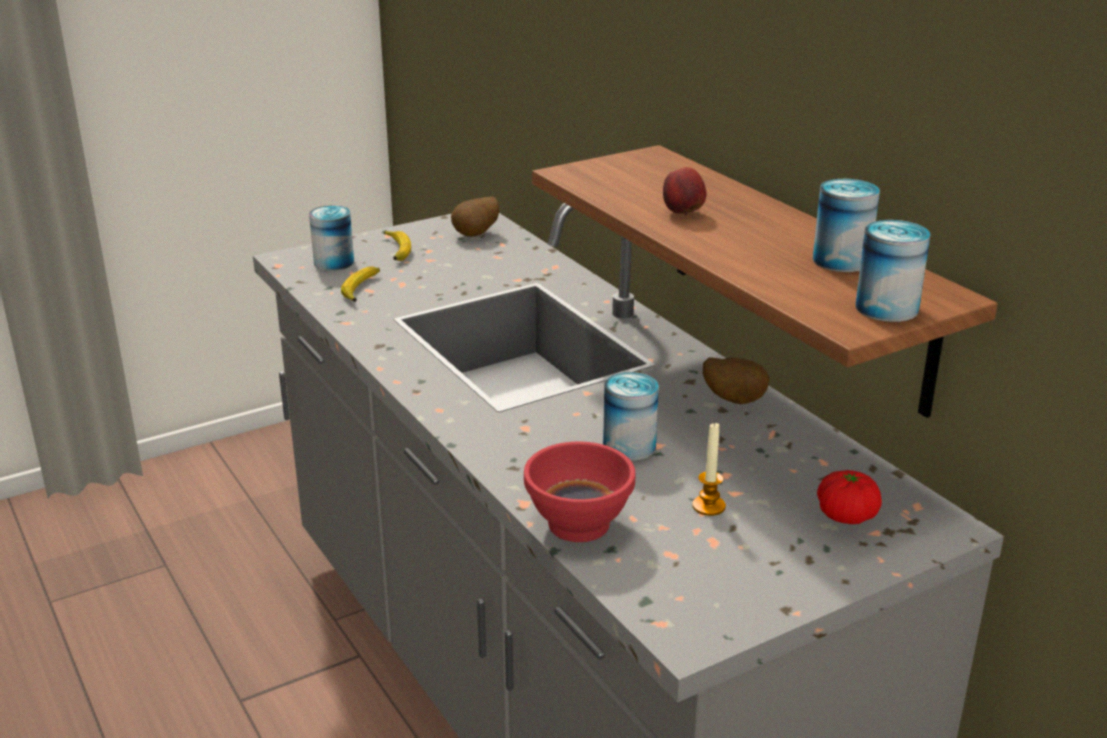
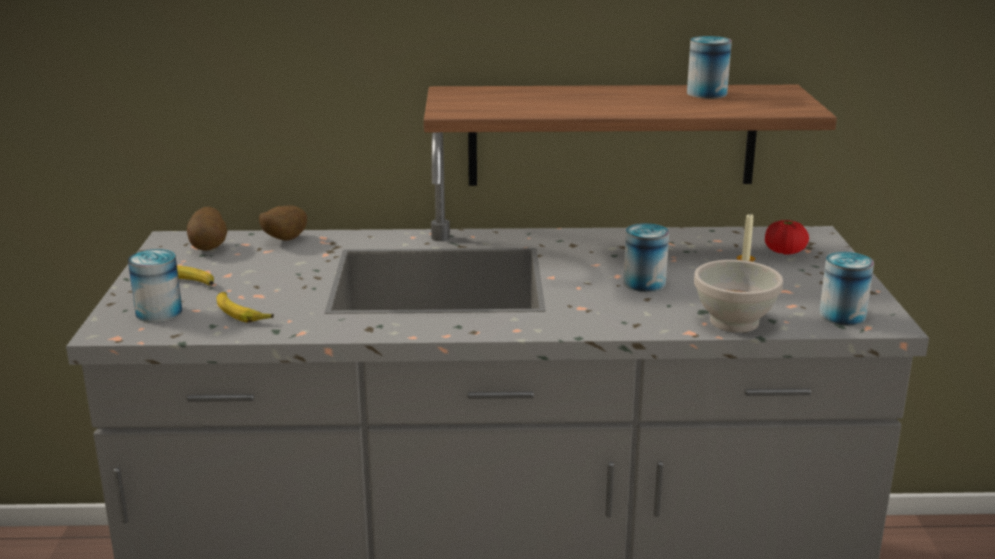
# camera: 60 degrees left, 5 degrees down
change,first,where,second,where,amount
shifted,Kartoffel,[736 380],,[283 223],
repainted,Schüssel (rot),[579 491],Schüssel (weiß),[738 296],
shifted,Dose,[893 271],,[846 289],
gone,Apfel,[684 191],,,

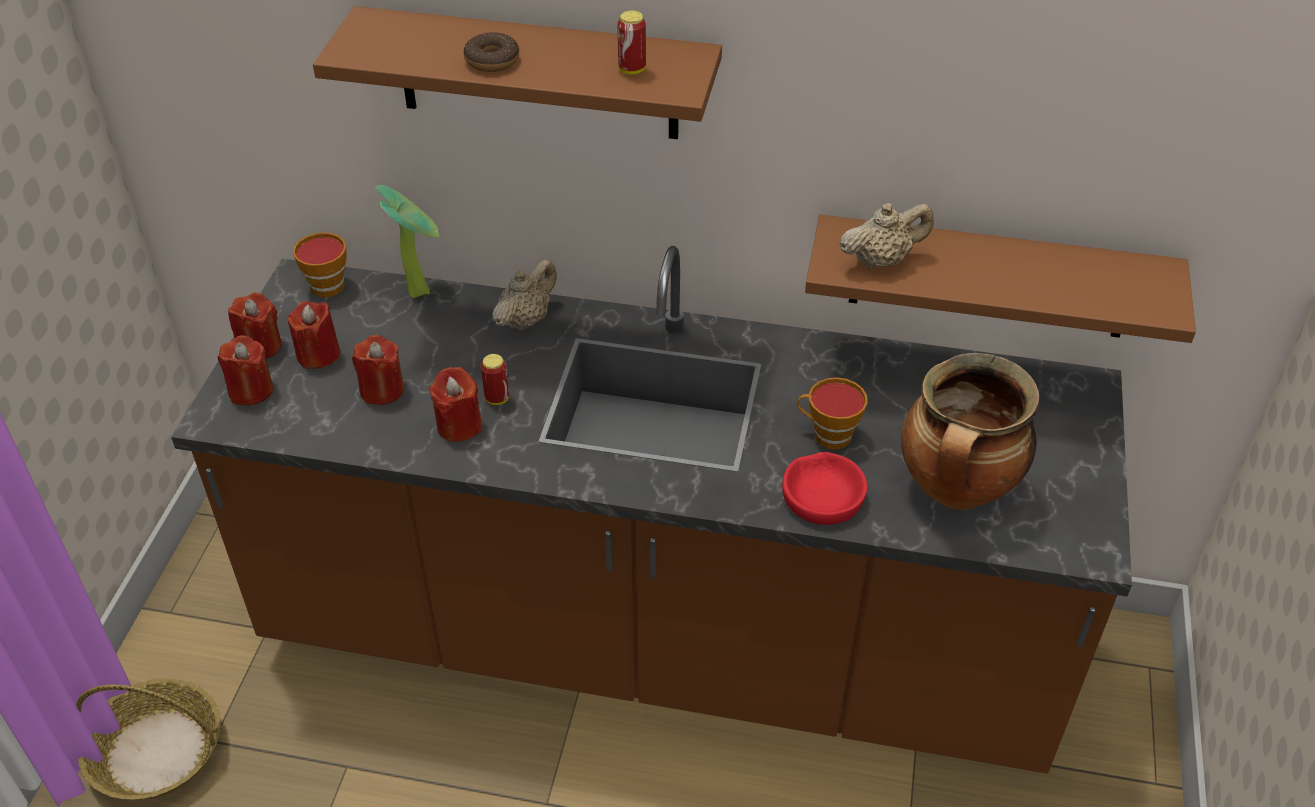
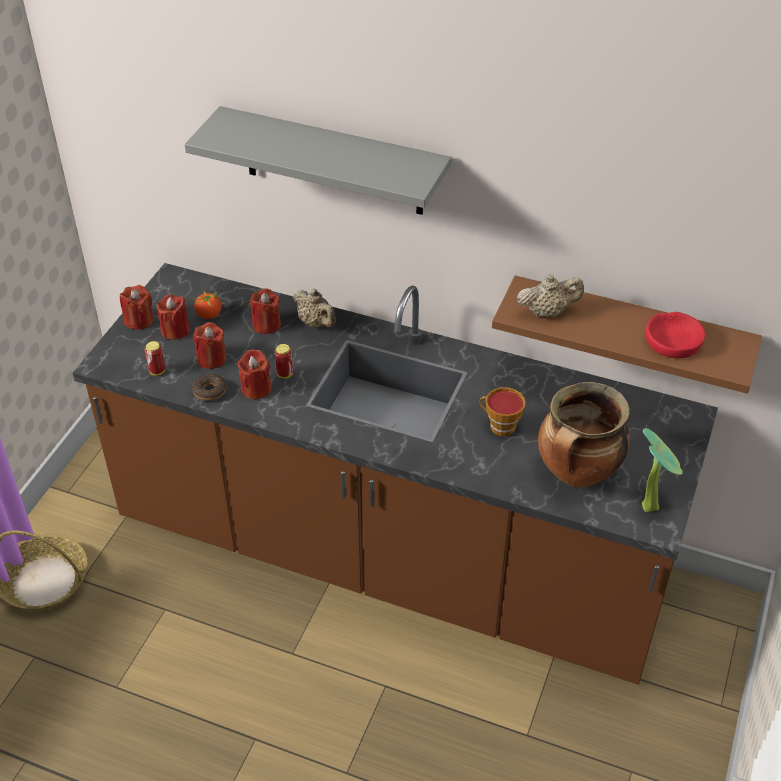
# camera: 10 degrees right, 0 degrees up
change,first,where,second,where,amount
shifted,Dose,[631 42],,[155 358],
repainted,Wandregal (braun),[517 72],Wandregal (grau),[318 160],
new,,,Tomate,[206 304],
shifted,Donut,[491 52],,[209 387],
shifted,Kerze (rot),[245 370],,[265 311],
rotated,Teekanne (beige),[525 295],,[314 308],90 degrees clockwise
shifted,Topfpflanze,[407 241],,[662 470],
shifted,Schüssel (rot),[824 488],,[675 335],
gone,Tasse,[319 264],,,

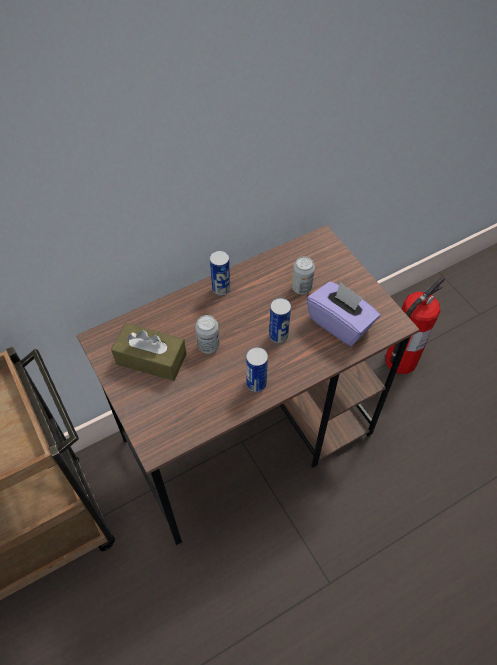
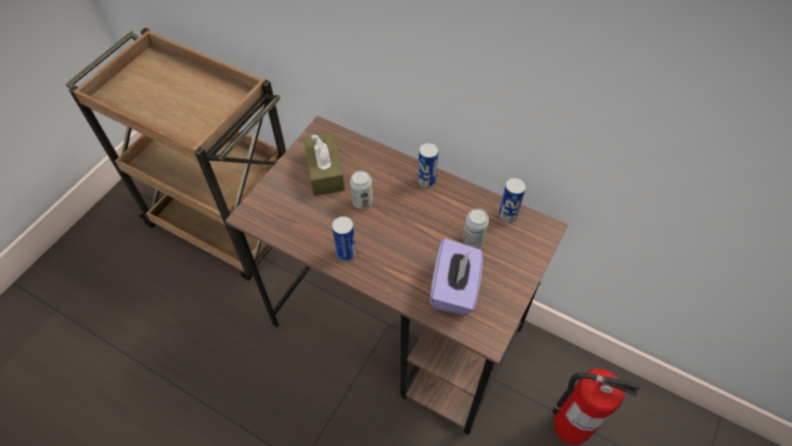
# camera: 60 degrees right, 0 degrees up
change,first,where,second,where,amount
shifted,Dose,[280 320],,[512 200],

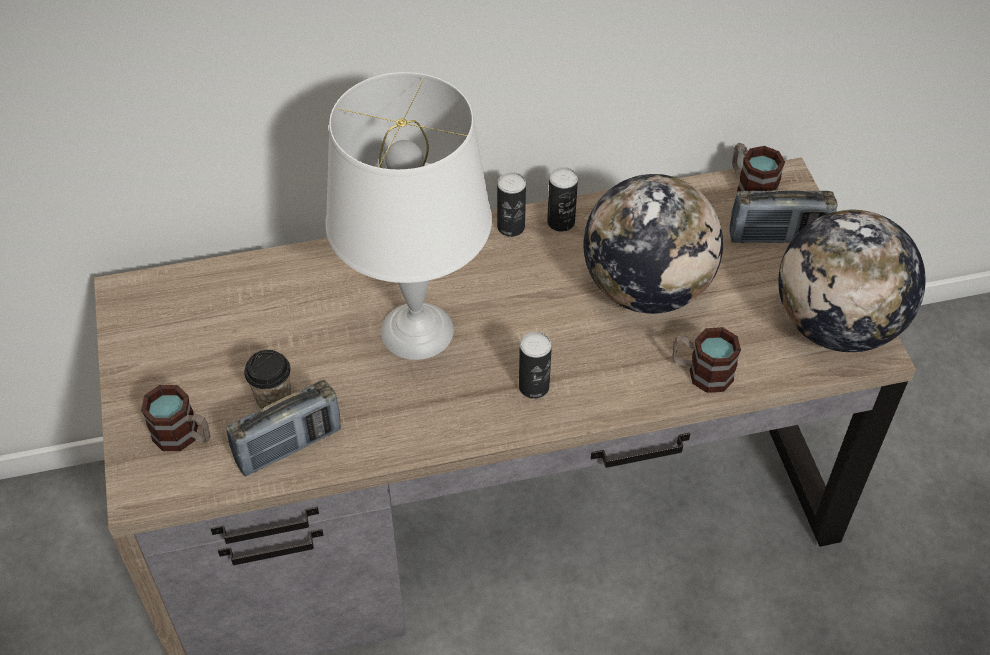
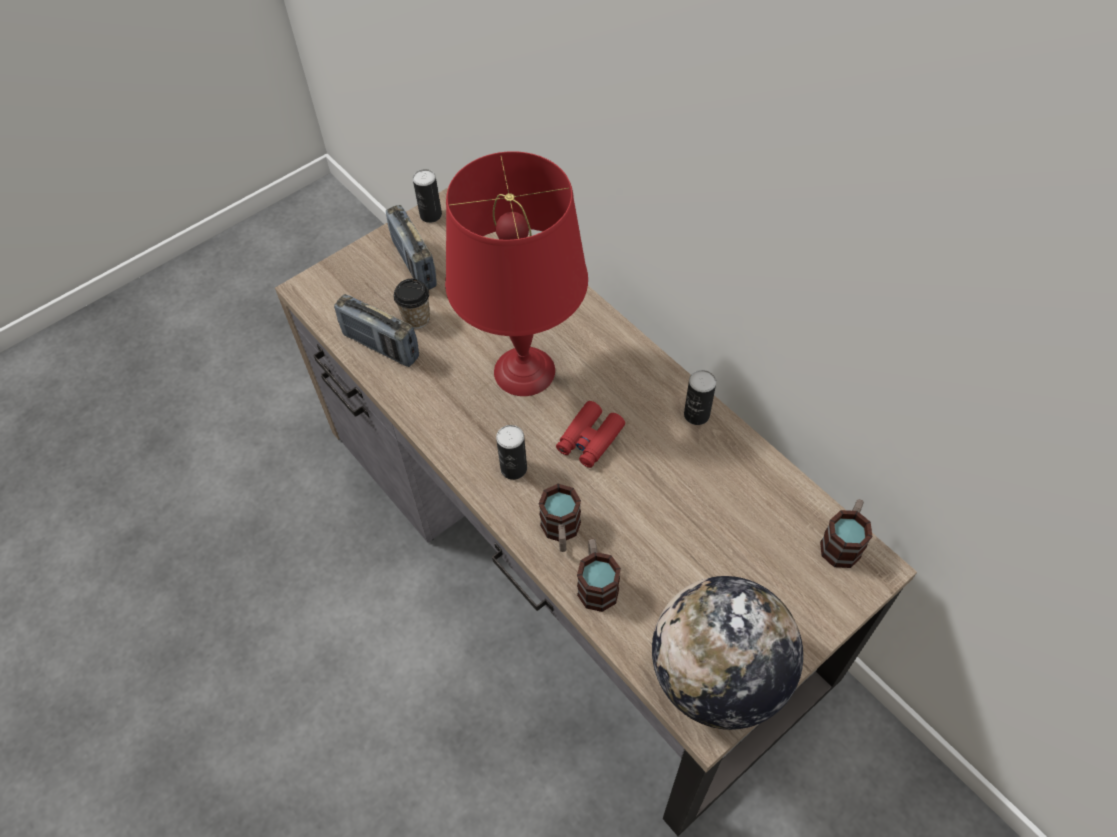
# camera: 65 degrees right, 5 degrees up
change,first,where,second,where,amount
shifted,Radio,[783 216],,[411 247],
shifted,Dose,[511 204],,[427 196],
repainted,Tischlampe (weiß),[408 216],Tischlampe (rot),[516 273],
shifted,Henkelbecher,[175 418],,[560 518],
new,,,Fernglas (rot),[590 434],
gone,Globus,[653 244],,,

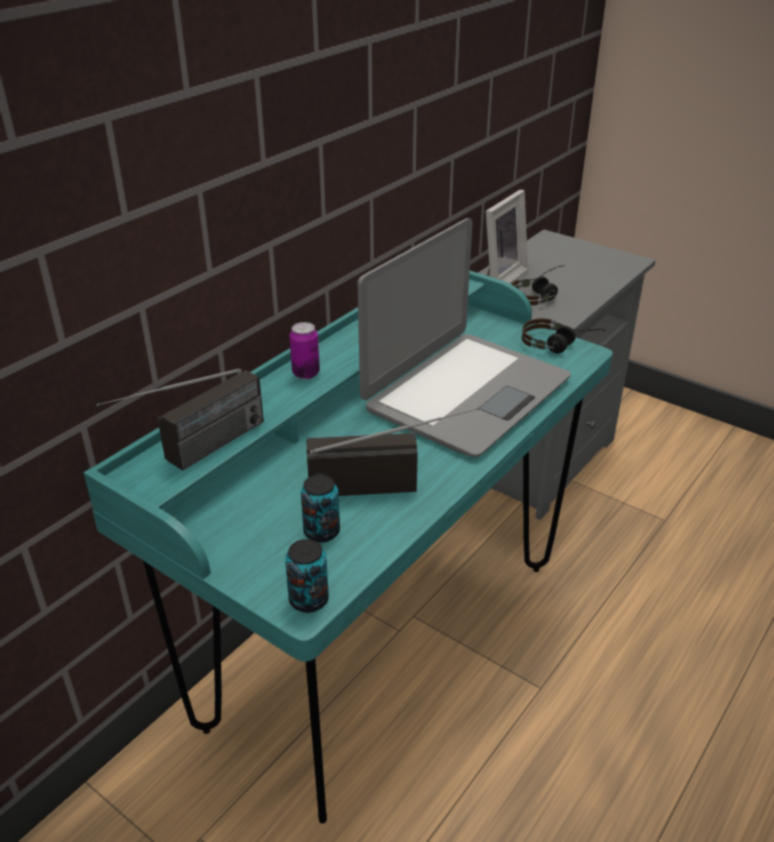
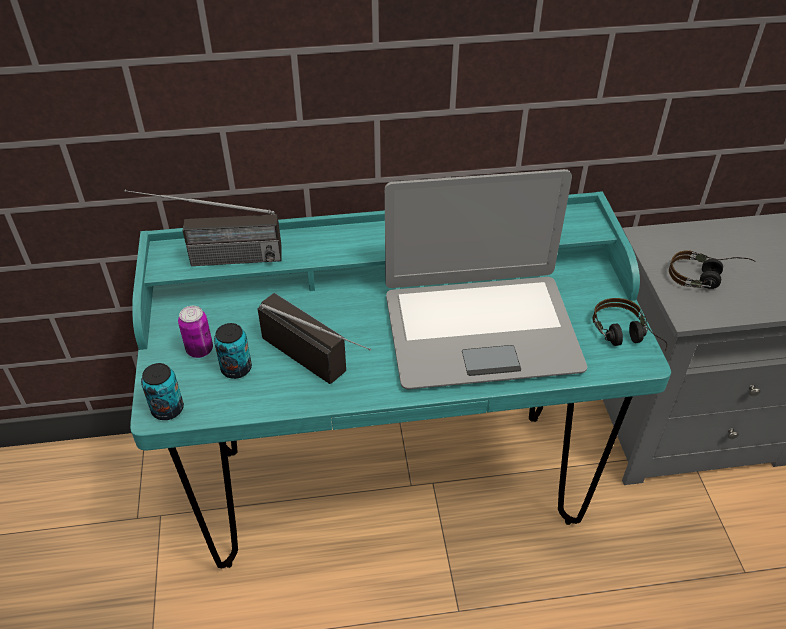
# camera: 45 degrees right, 10 degrees up
change,first,where,second,where,amount
shifted,Dose,[304 350],,[195 332],
gone,Bilderrahmen,[507 236],,,

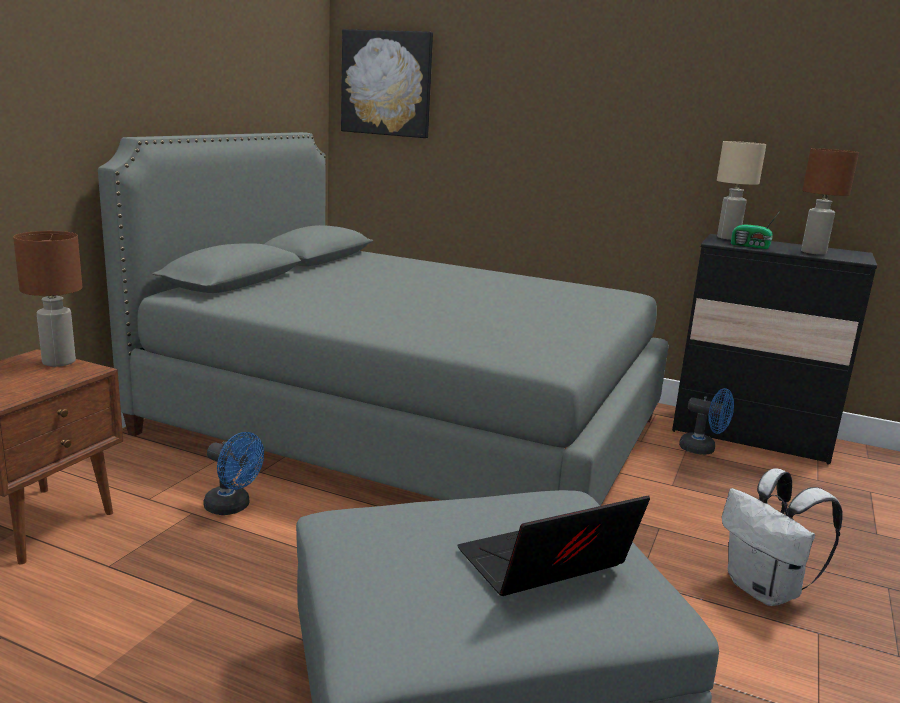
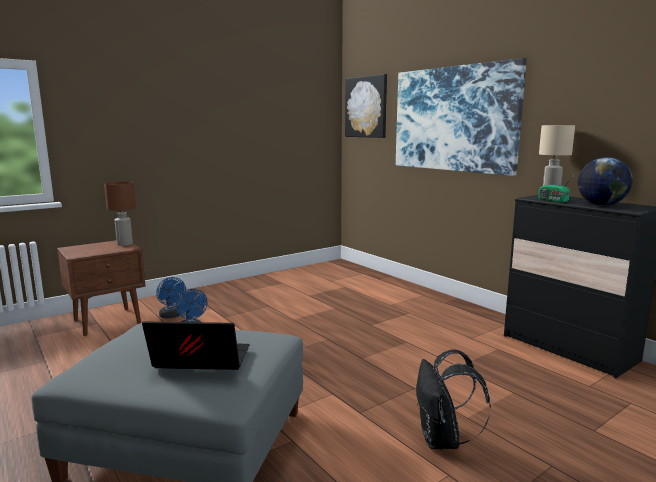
# camera: 30 degrees right, 5 degrees down
change,first,where,second,where,amount
shifted,Ventilator (blau),[706 421],,[171 297],
new,,,Bild,[461 117],
repainted,Rucksack (weiß),[782 537],Rucksack (schwarz),[453 399],
swapped,Tischlampe (braun),[830 201],Globus,[605 181],
gone,Bett (grau),[383 319],,,

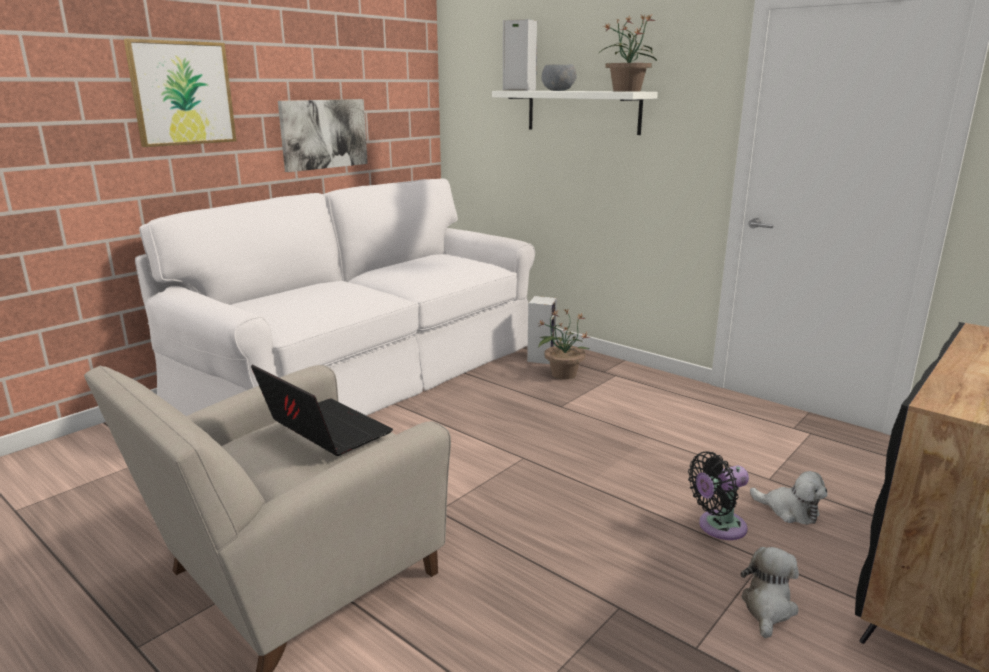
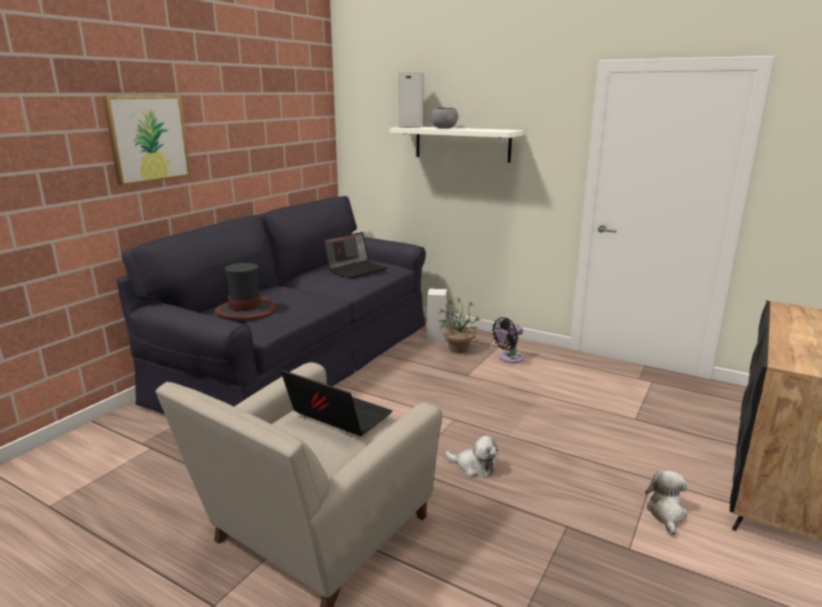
# camera: 10 degrees left, 0 degrees up
change,first,where,second,where,amount
repainted,Sofa (weiß),[335 297],Sofa (schwarz),[271 305],
new,,,Hut,[245 291],
new,,,Laptop,[356 255],
shifted,Plüschtier,[789 498],,[471 457],
shifted,Ventilator (schwarz),[718 495],,[508 340],
gone,Bild,[323 135],,,
gone,Topfpflanze,[628 53],,,

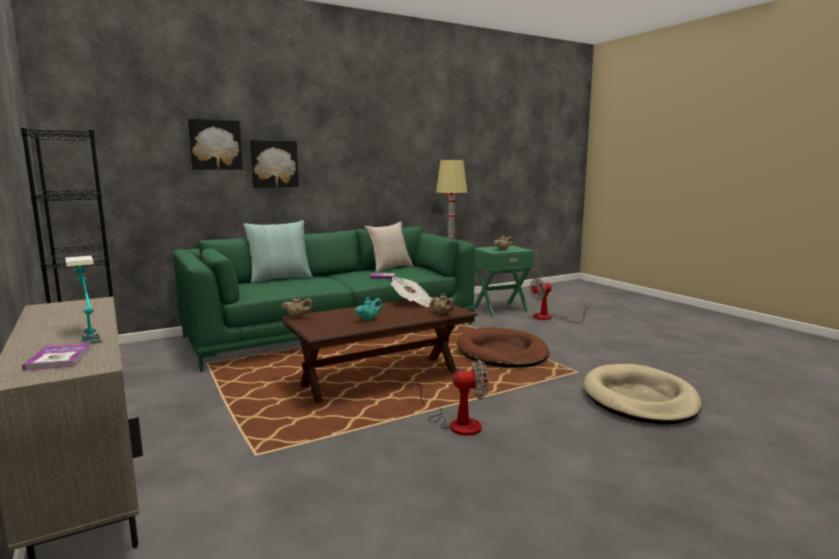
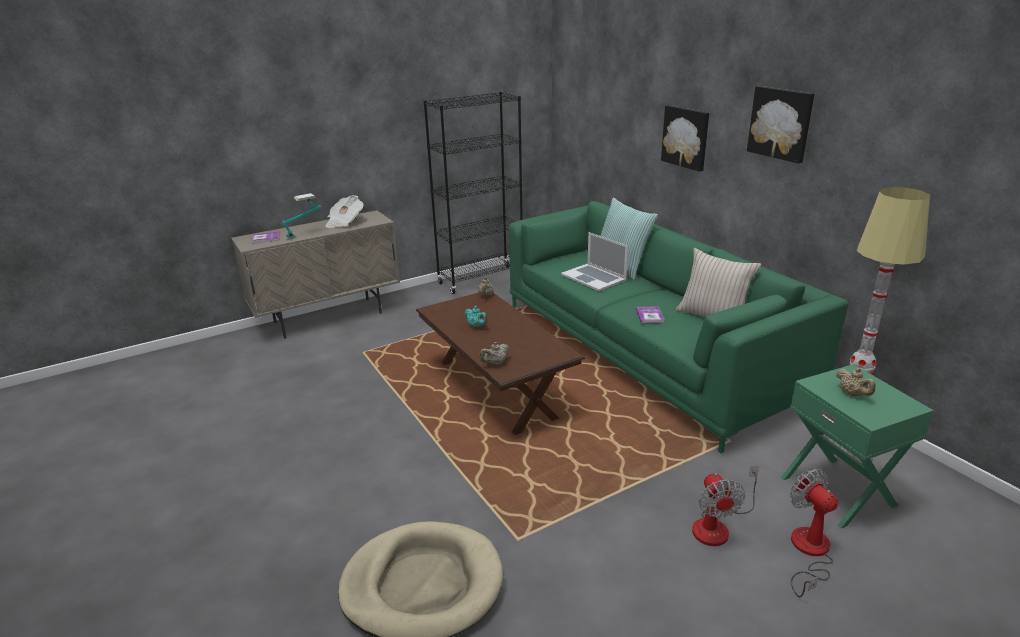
# camera: 90 degrees right, 15 degrees up
change,first,where,second,where,amount
shifted,Zeitung,[412 292],,[344 211],
new,,,Laptop,[594 261],
shifted,Ventilator,[452 397],,[725 506],
shifted,Bild,[215 144],,[780 124],
gone,Hundebett (braun),[503 347],,,

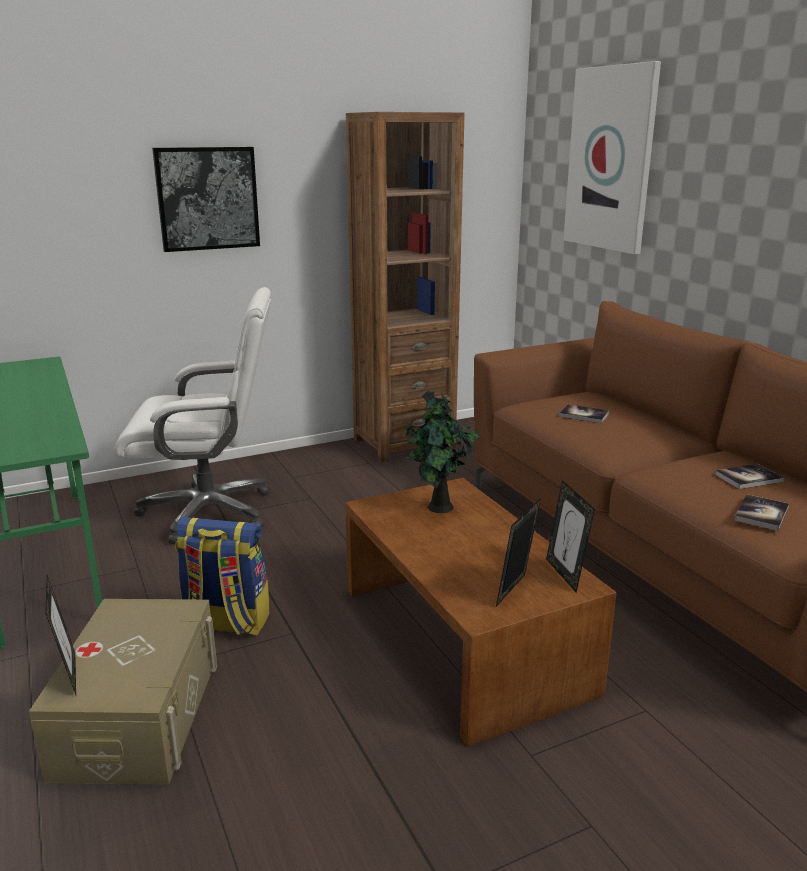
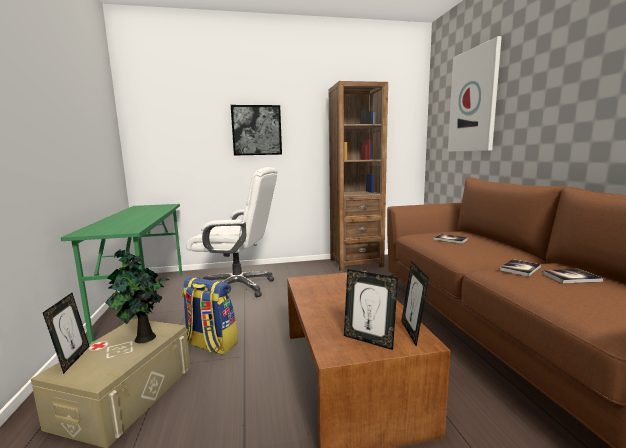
# camera: 15 degrees right, 10 degrees down
change,first,where,second,where,amount
shifted,Topfpflanze,[442 451],,[137 296],
rotated,Bilderrahmen,[518 552],,[371 309],105 degrees counterclockwise
shifted,Buch,[761 512],,[520 268],

